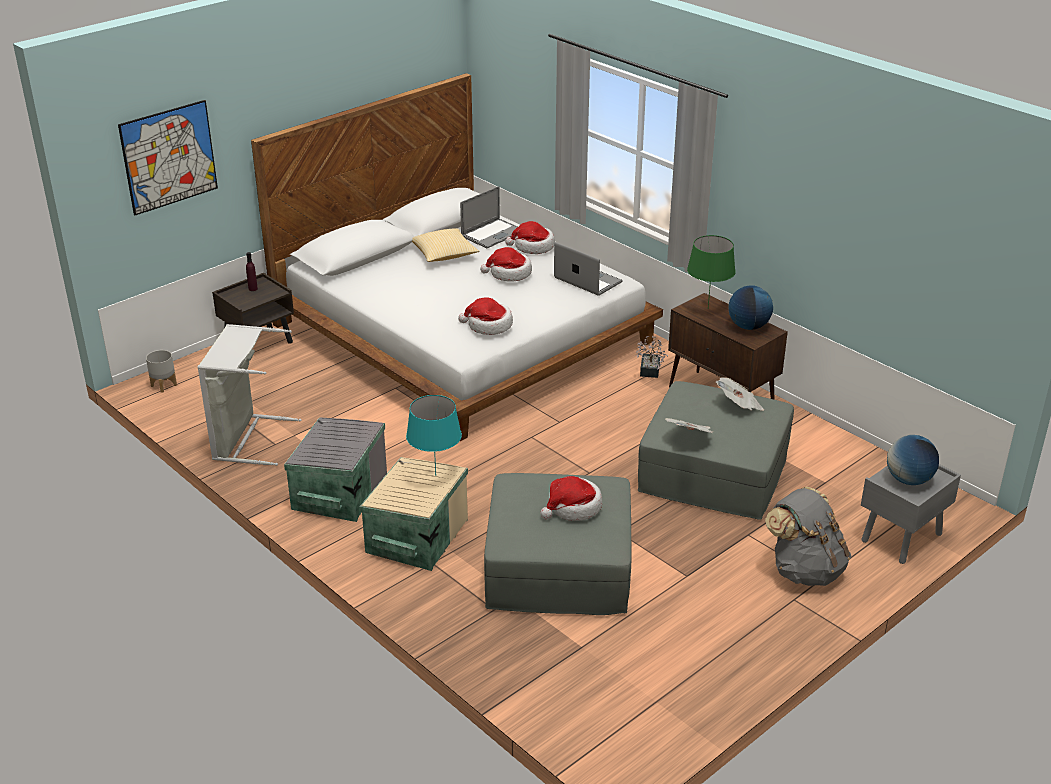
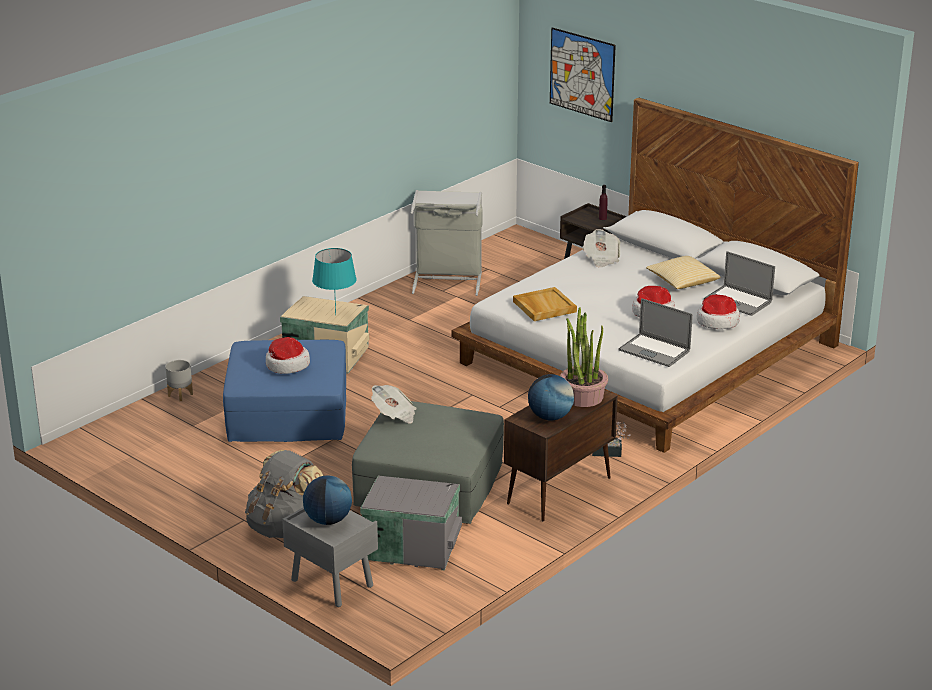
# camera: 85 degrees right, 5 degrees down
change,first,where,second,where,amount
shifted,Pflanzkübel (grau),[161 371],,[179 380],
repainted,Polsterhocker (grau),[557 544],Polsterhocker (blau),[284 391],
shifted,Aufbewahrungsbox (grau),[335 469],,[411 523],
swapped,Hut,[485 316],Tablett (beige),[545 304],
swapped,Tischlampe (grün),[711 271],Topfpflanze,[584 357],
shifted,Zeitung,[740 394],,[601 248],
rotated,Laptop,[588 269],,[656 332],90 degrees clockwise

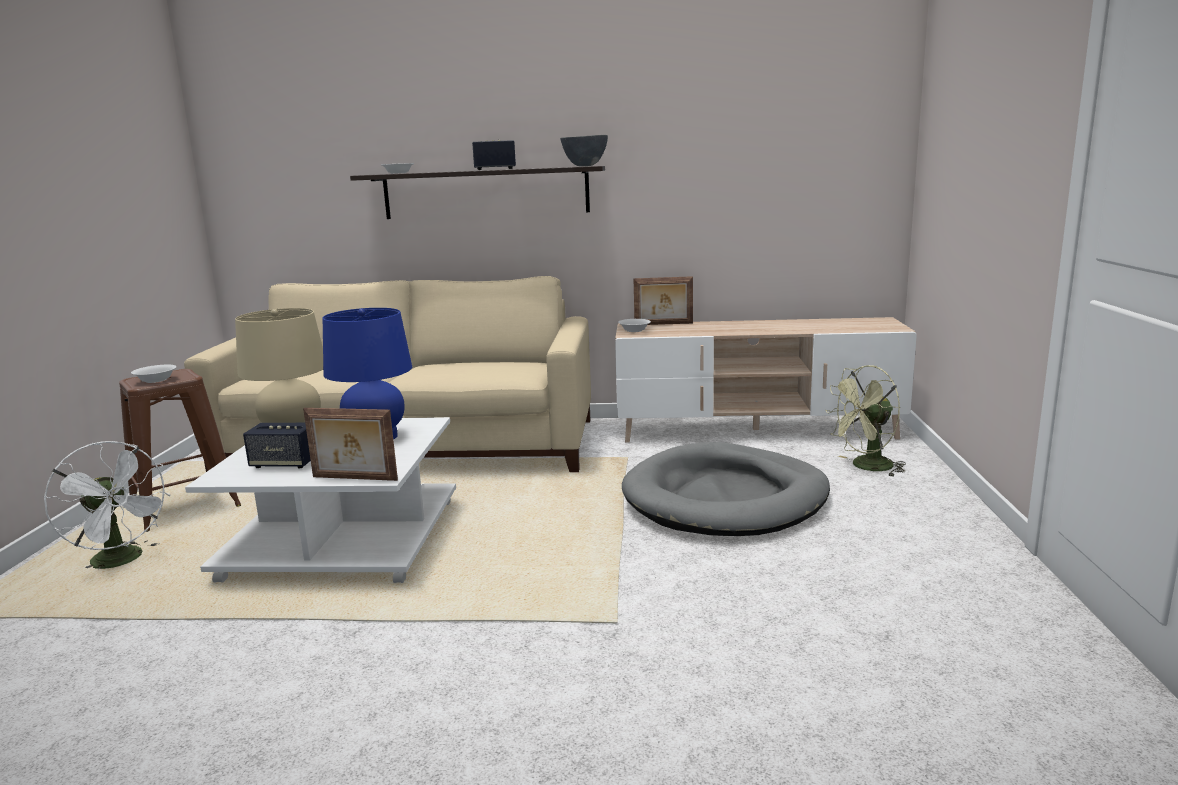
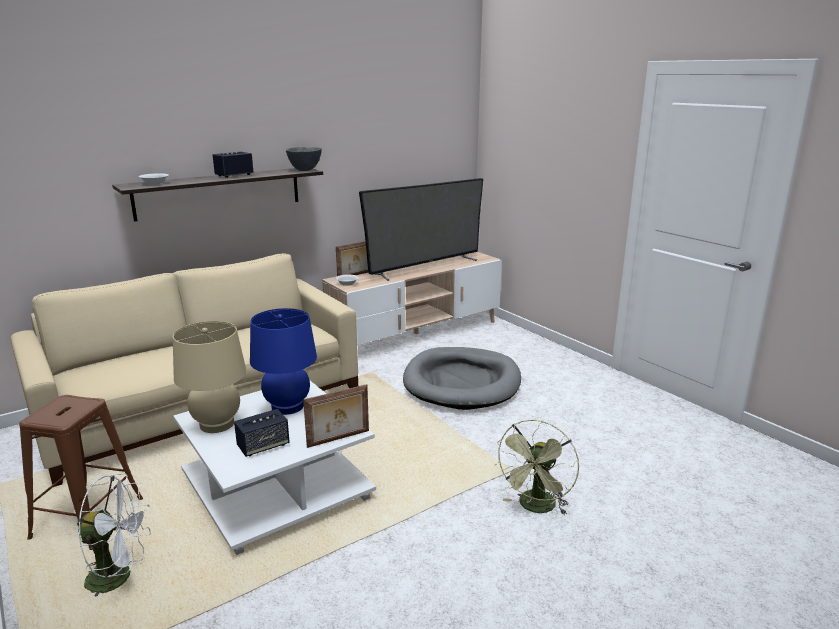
# camera: 40 degrees left, 5 degrees up
change,first,where,second,where,amount
new,,,Fernseher,[421 229],
shifted,Ventilator (grün),[866 420],,[536 467],
gone,Schüssel (weiß),[154 374],,,

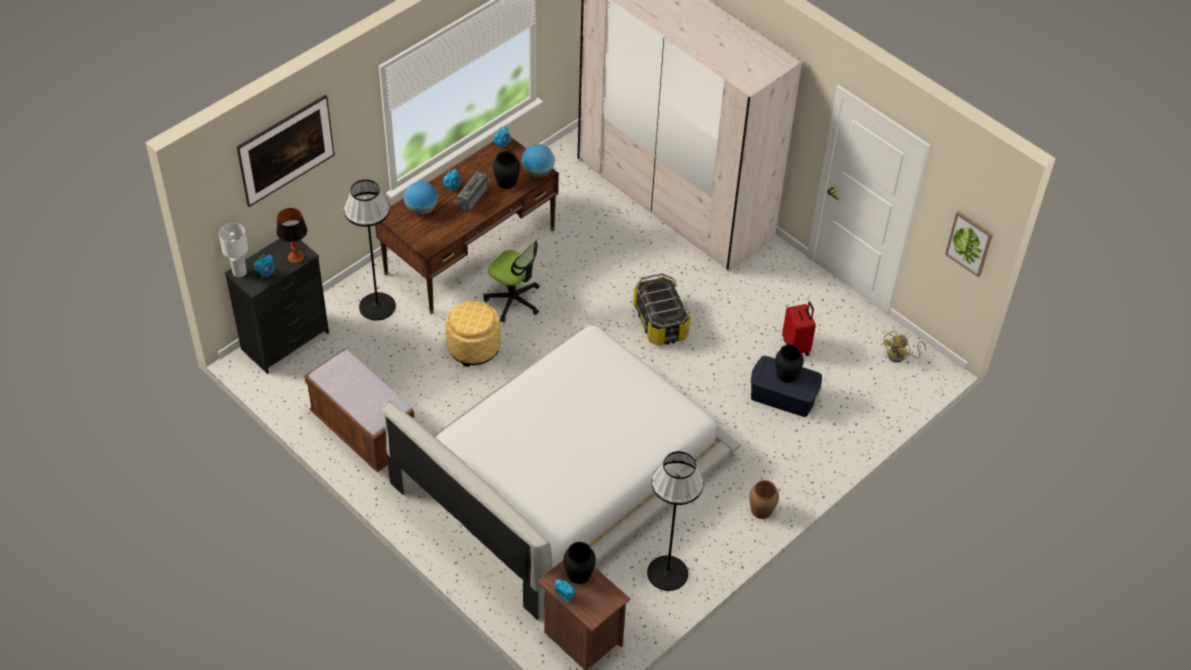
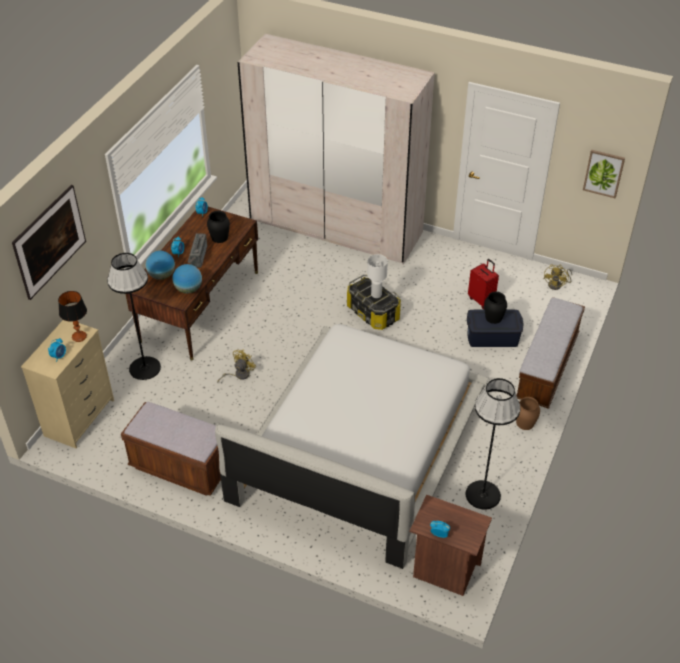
# camera: 20 degrees left, 5 degrees down
change,first,where,second,where,amount
repainted,Kommode (schwarz),[276 306],Kommode (beige),[67 384],
shifted,Globus,[538 161],,[187 279],
swapped,Polsterhocker,[473 334],Ventilator (gelb),[236 365],
shifted,Tischlampe (weiß),[233 250],,[377 276],
new,,,Bank,[550 353],
gone,Bürostuhl,[511 280],,,
gone,Vase (schwarz),[579 563],,,

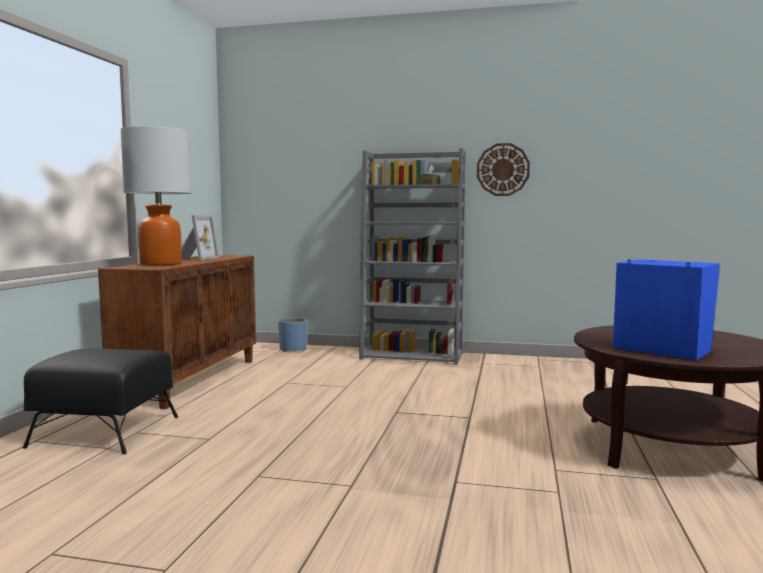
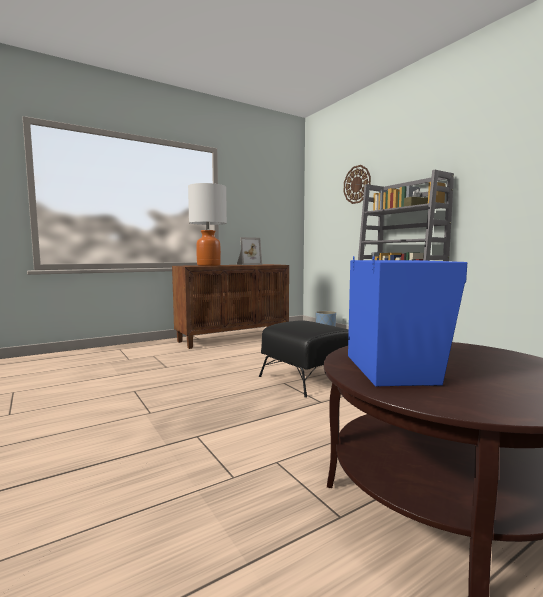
# camera: 45 degrees right, 0 degrees up
change,first,where,second,where,amount
shifted,Polsterhocker (schwarz),[100 401],,[304 359],
shifted,Wanduhr,[503 169],,[357 184],

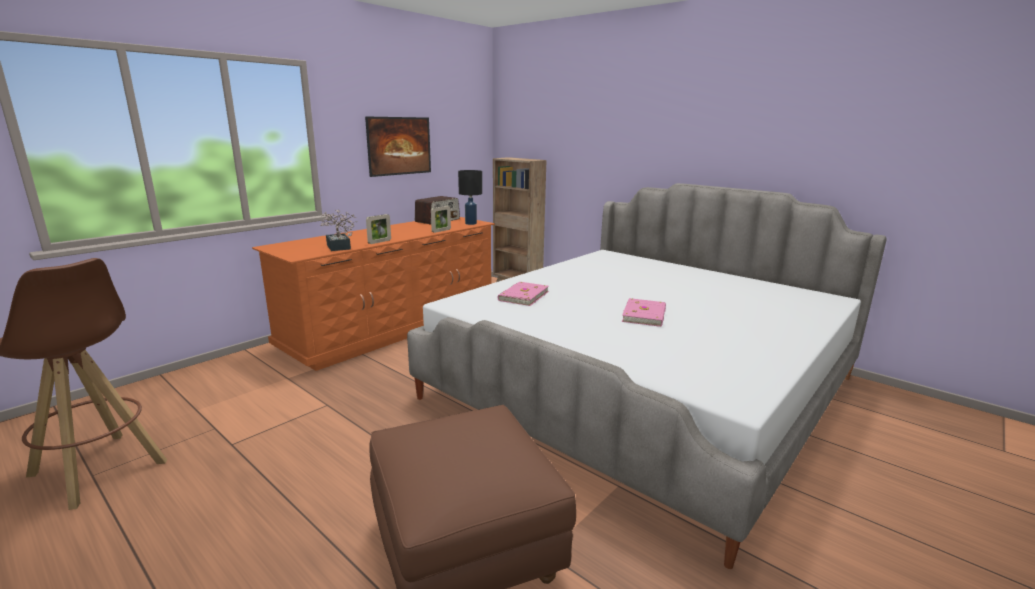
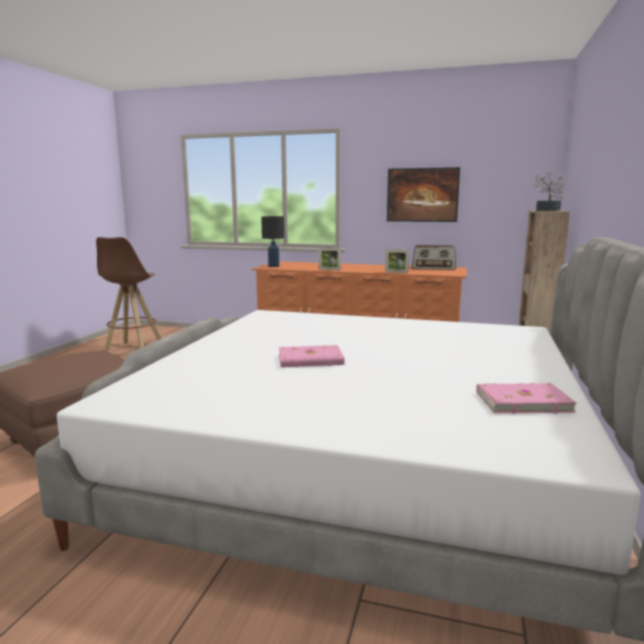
# camera: 65 degrees right, 5 degrees down
change,first,where,second,where,amount
shifted,Tischlampe (schwarz),[470 197],,[272 241],
shifted,Buch (rosa),[523 294],,[526 398],
shifted,Topfpflanze,[338 230],,[548 191],

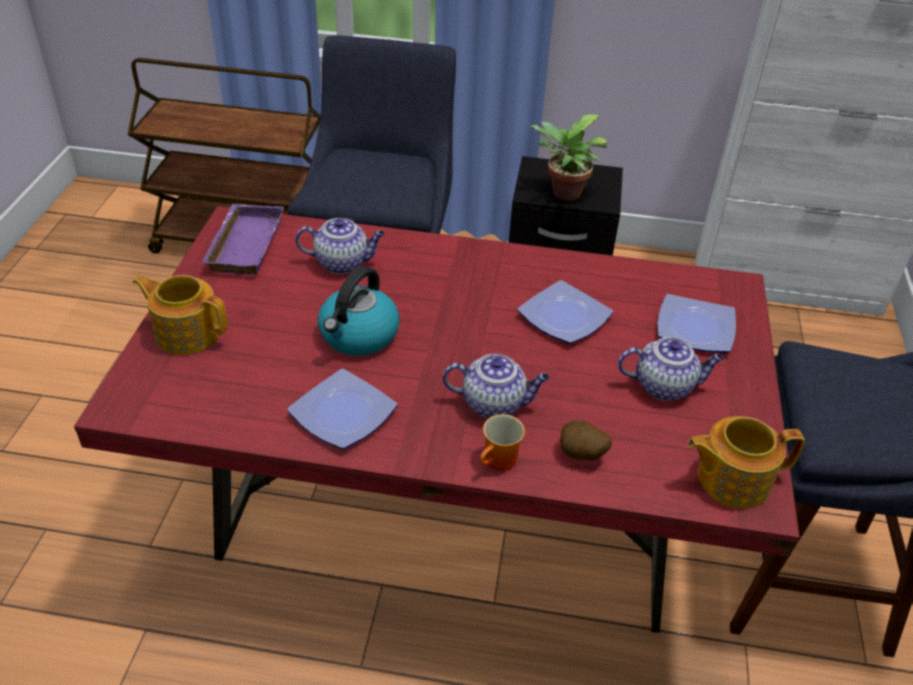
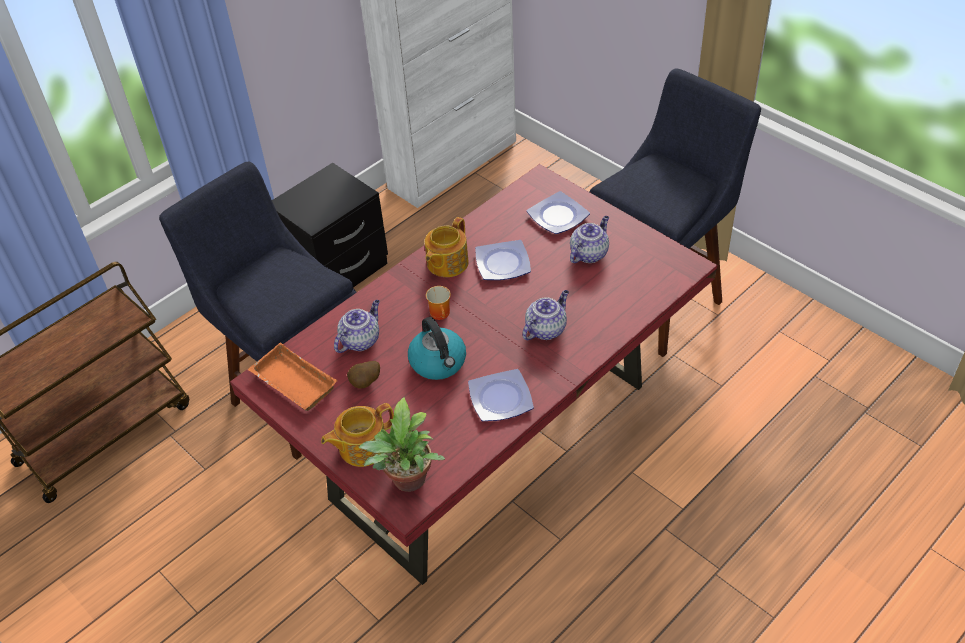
# camera: 50 degrees left, 5 degrees up
change,first,where,second,where,amount
repainted,Tablett (lila),[242 239],Tablett (orange),[292 377],
shifted,Kartoffel,[586 440],,[363 375],
shifted,Topfpflanze,[568 157],,[402 444],
shifted,Teekanne,[746 462],,[446 247],
shifted,Henkelbecher,[502 442],,[438 303],

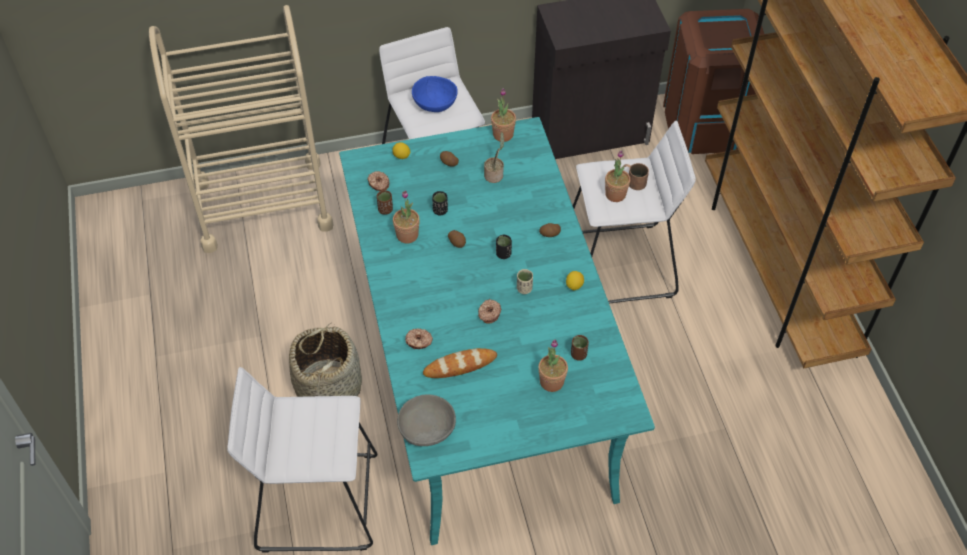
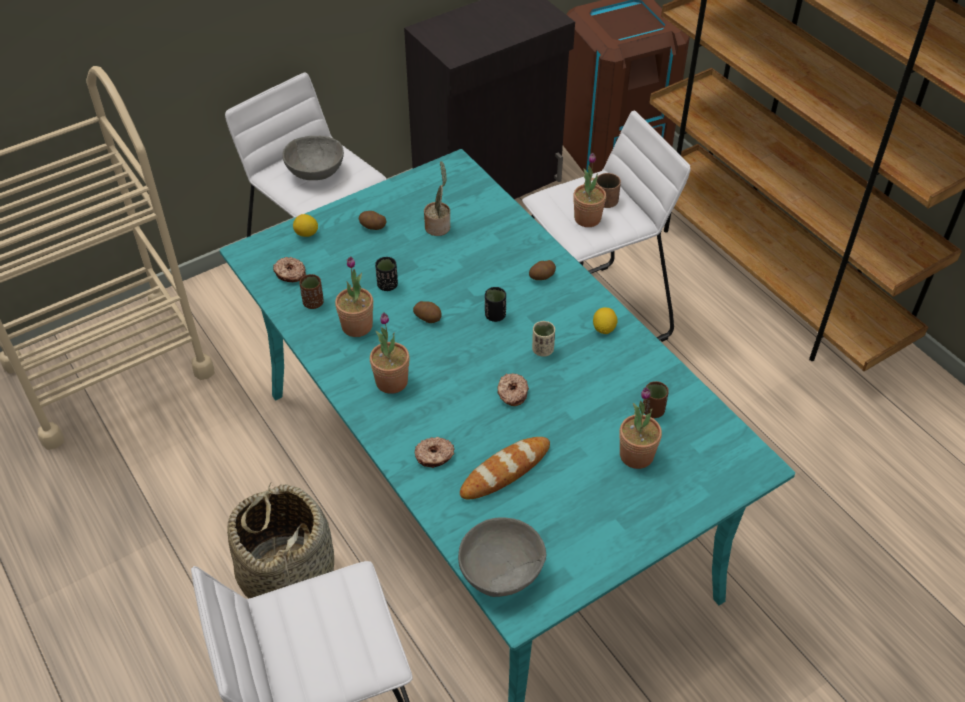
# camera: 20 degrees left, 5 degrees down
change,first,where,second,where,amount
repainted,Schüssel (blau),[435 94],Schüssel (grau),[313 158],
shifted,Topfpflanze,[503 115],,[390 353],

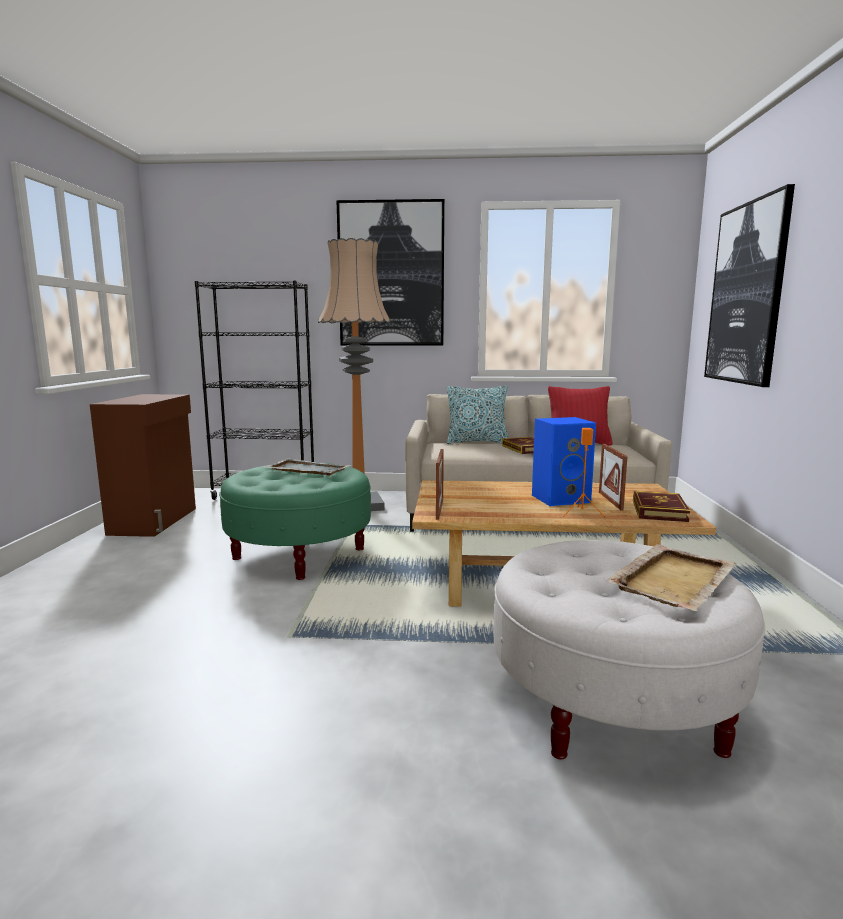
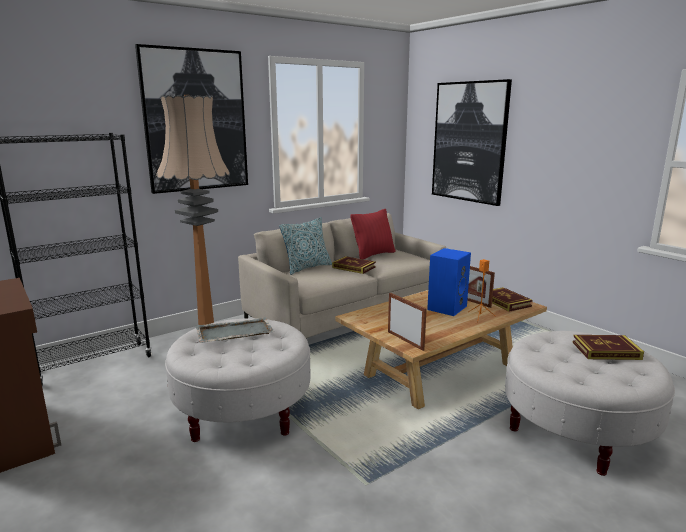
# camera: 40 degrees left, 5 degrees up
change,first,where,second,where,amount
repainted,Polsterhocker (grün),[295 521],Polsterhocker (weiß),[238 380],
swapped,Tablett (beige),[671 577],Buch,[608 347],

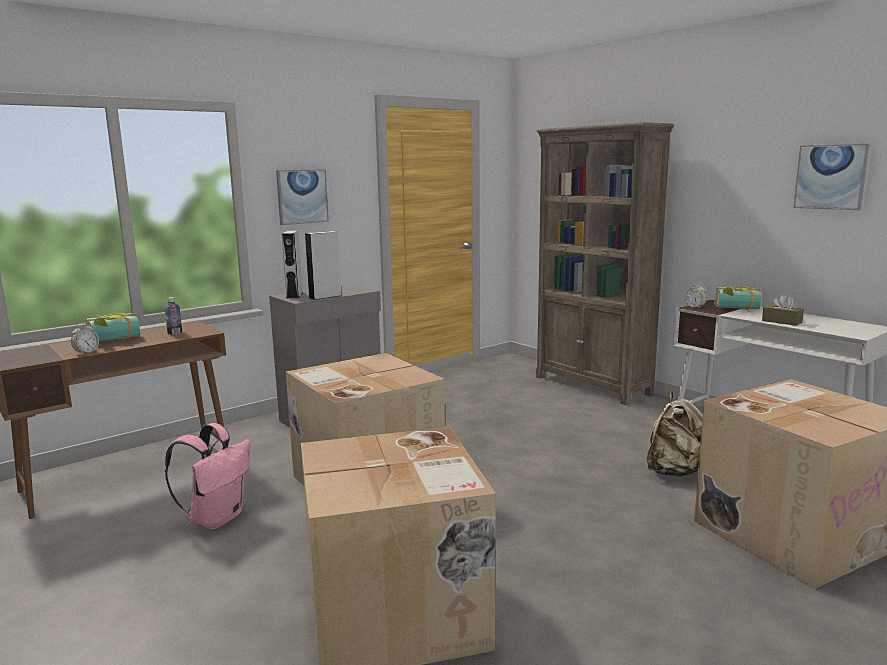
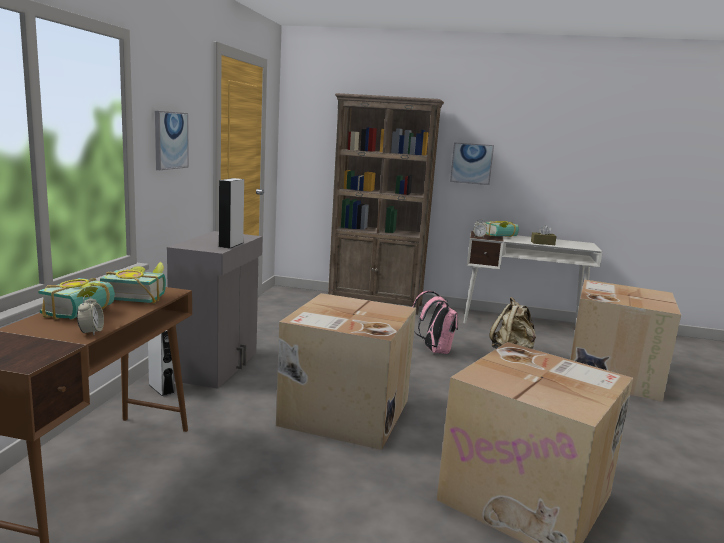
# camera: 40 degrees left, 0 degrees up
change,first,where,second,where,amount
swapped,Flasche,[173 316],Buch,[133 283],
shifted,Lautsprecher (grau),[292 264],,[161 363],
shifted,Rucksack (rosa),[208 476],,[435 322],
shifted,Bild,[831 177],,[472 163],

